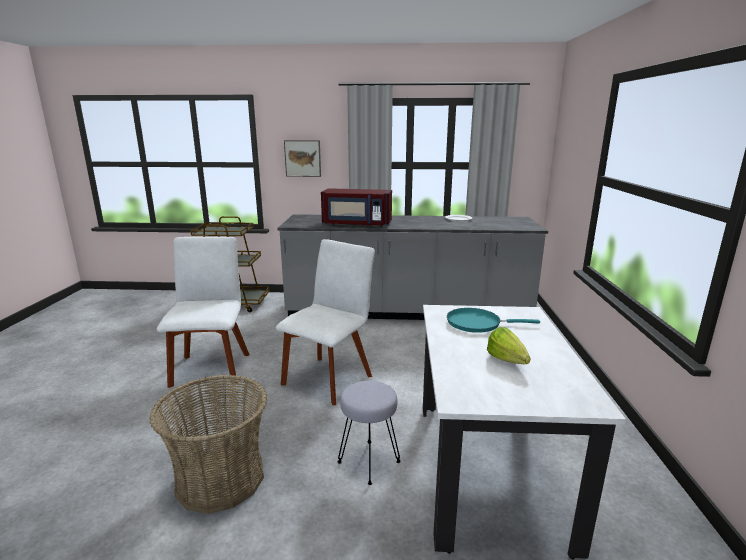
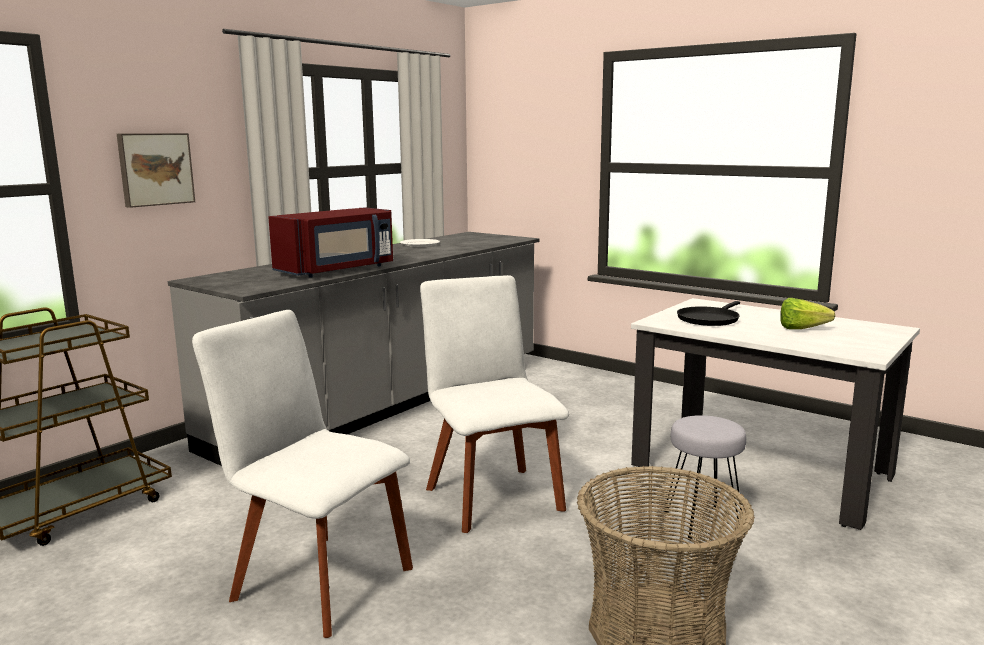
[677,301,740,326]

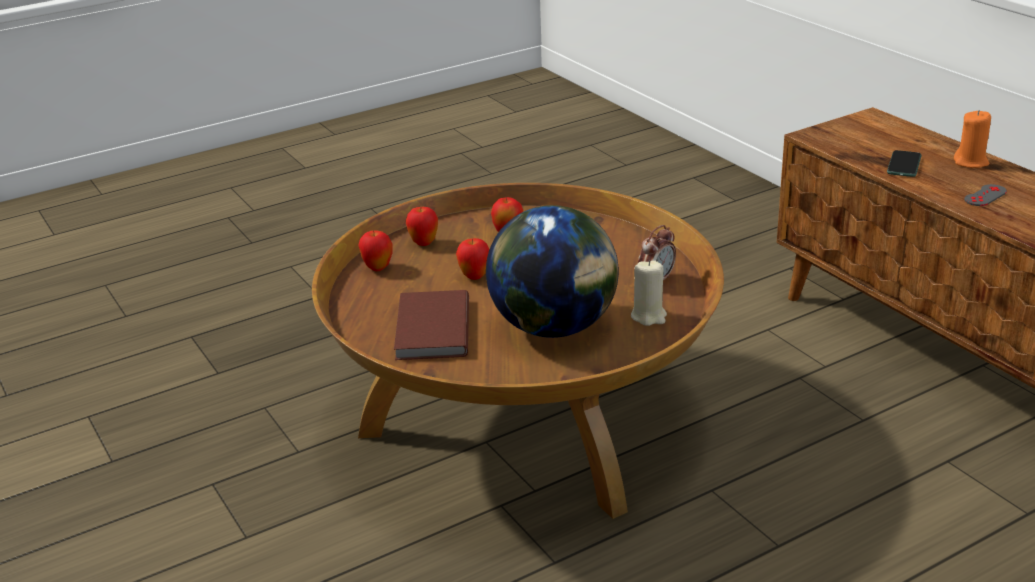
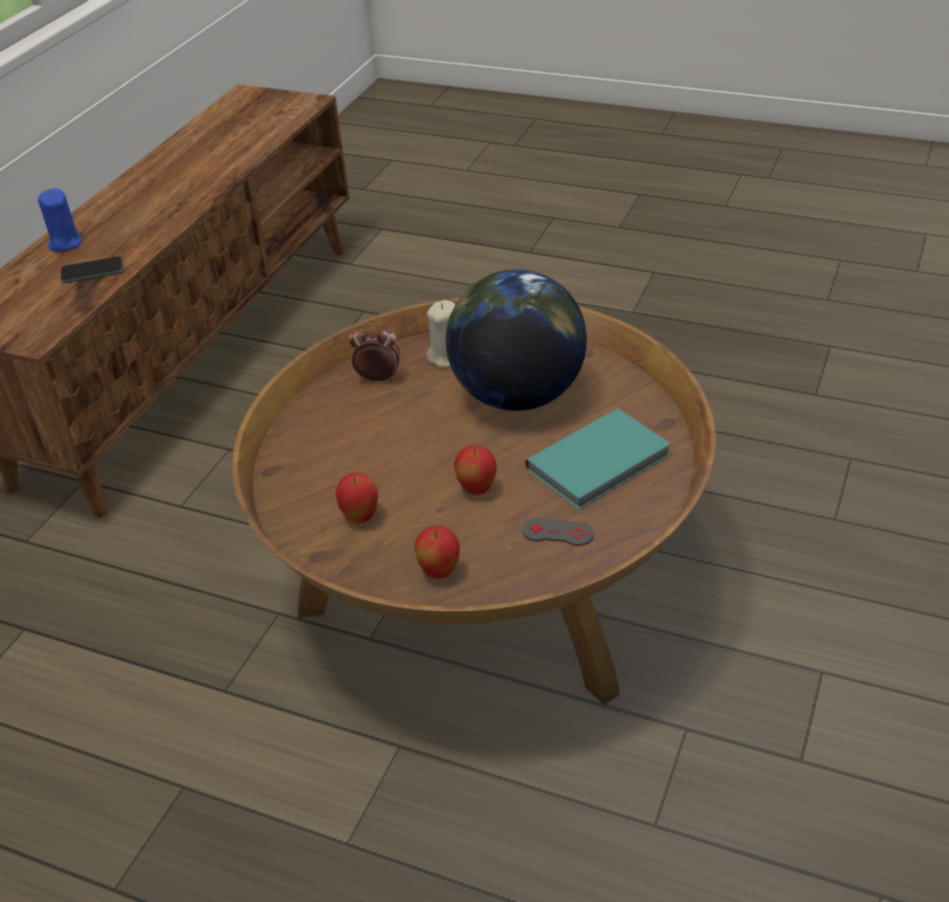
[358,230,393,271] (first image)
[522,518,594,546]
[525,408,671,509]
[38,189,82,252]

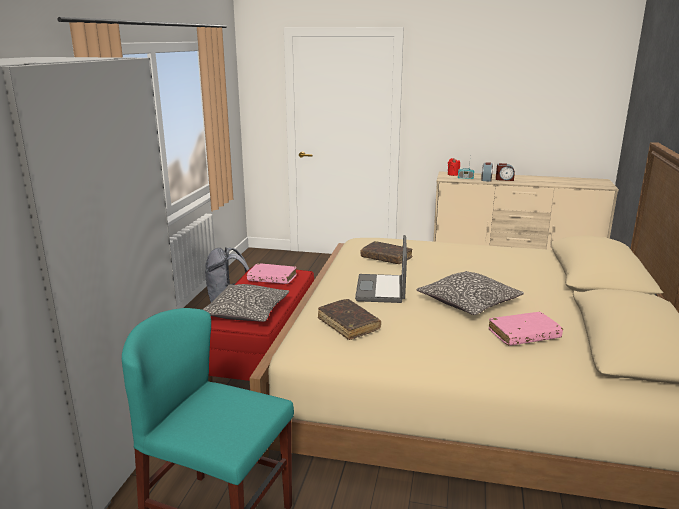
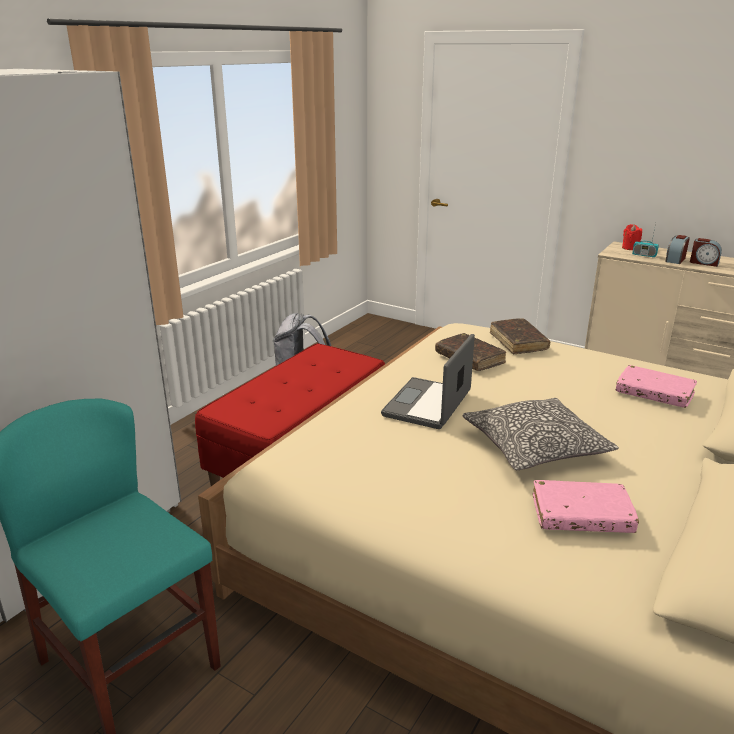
[202,284,289,322] (first image)
[616,365,697,408]
[490,318,550,354]

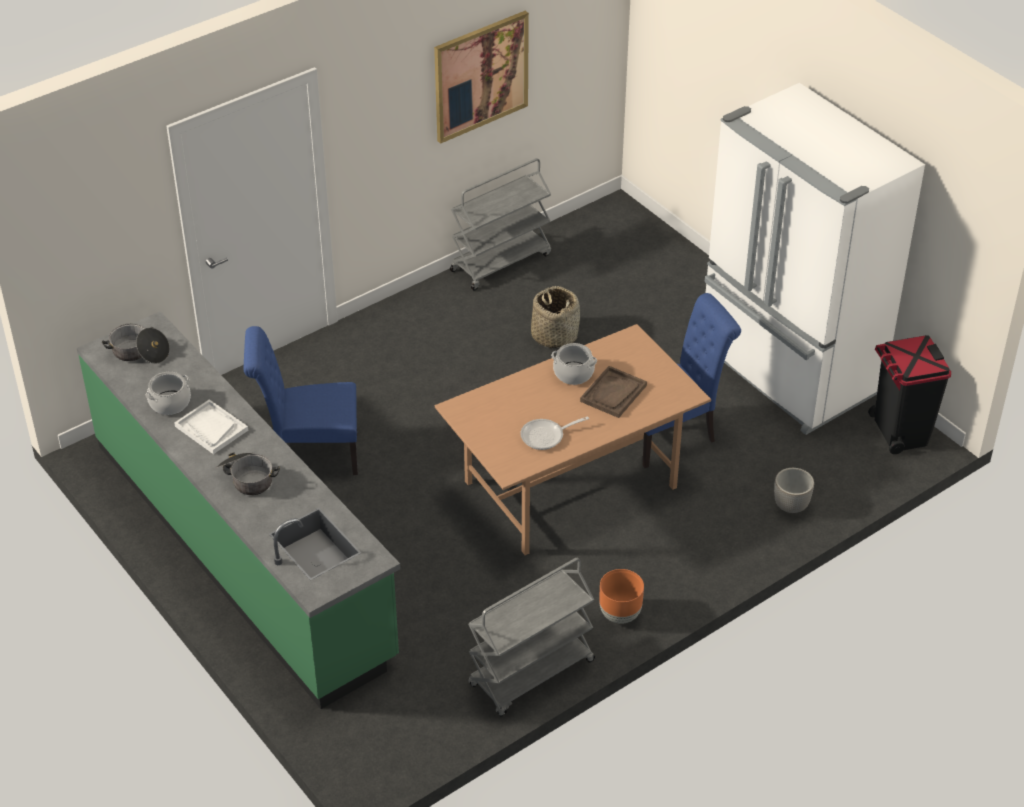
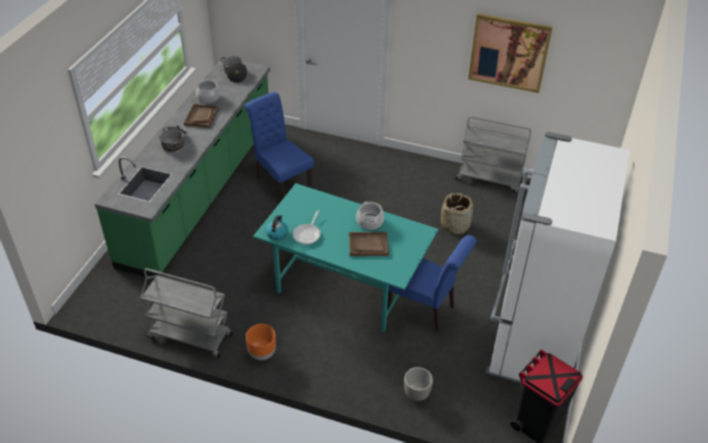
[265,215,288,240]
[184,104,219,128]
[253,183,438,332]
[292,210,321,245]

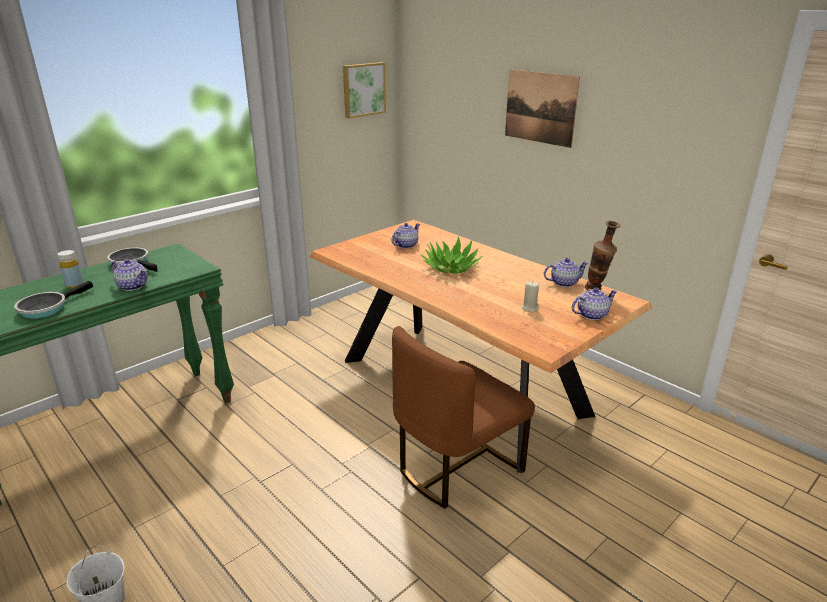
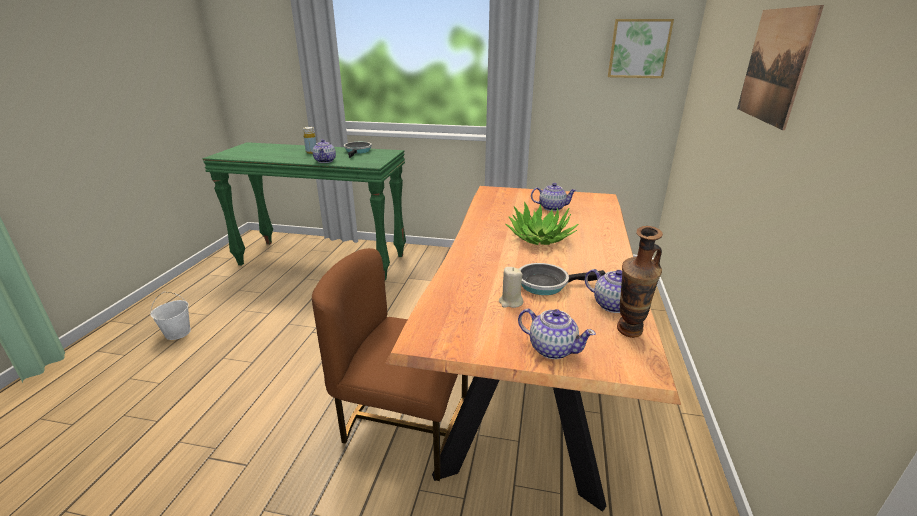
[519,263,606,295]

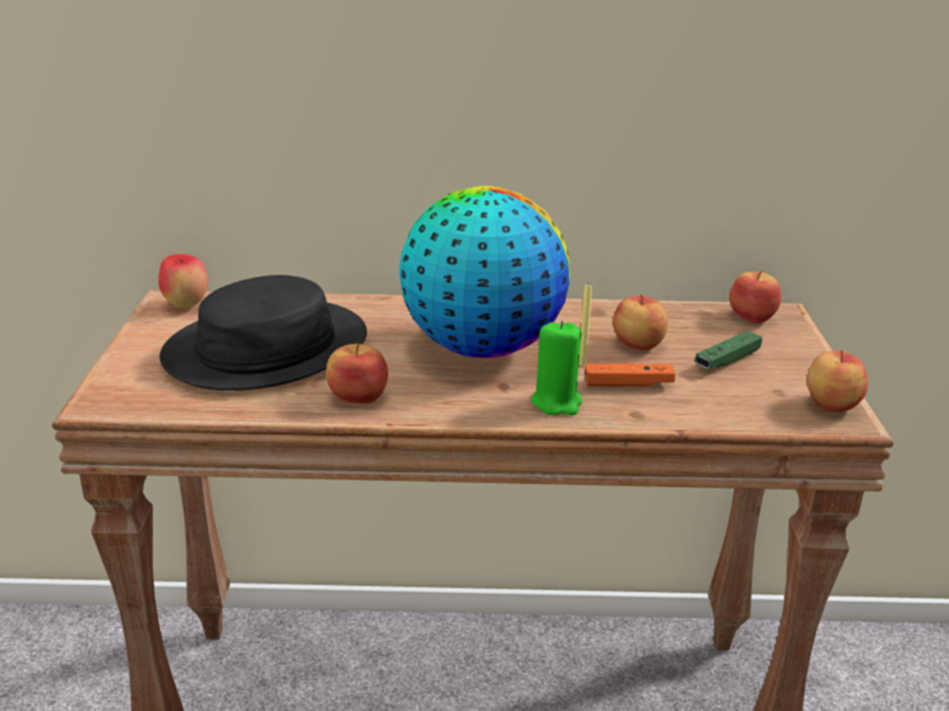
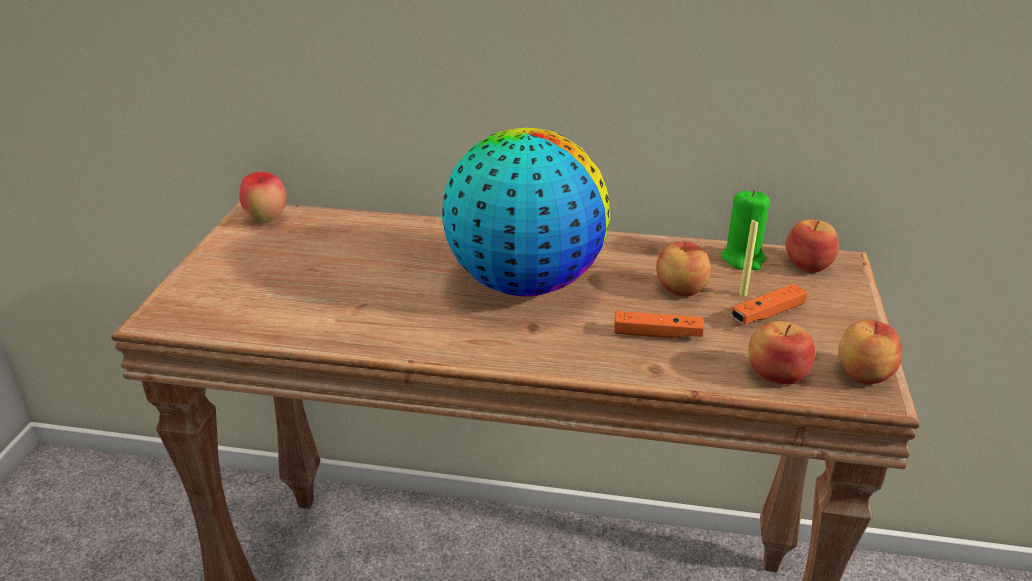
[159,275,367,391] (first image)
[748,321,815,384]
[721,190,770,270]
[739,220,758,296]
[731,284,807,324]

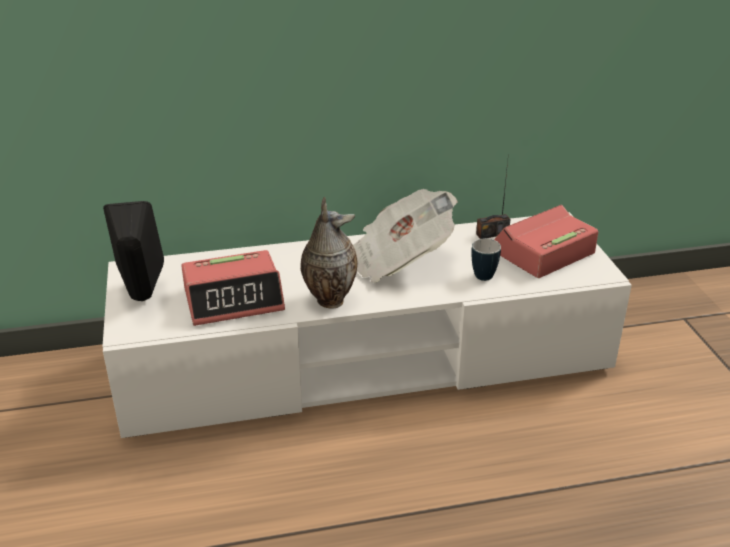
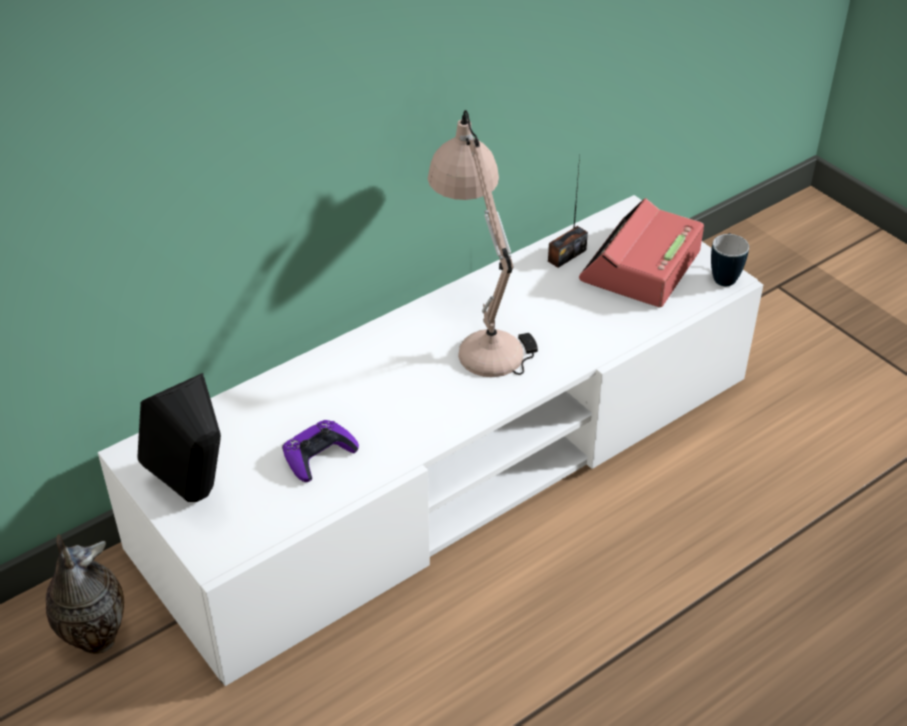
[46,534,124,654]
[711,233,749,286]
[282,420,359,482]
[428,110,538,377]

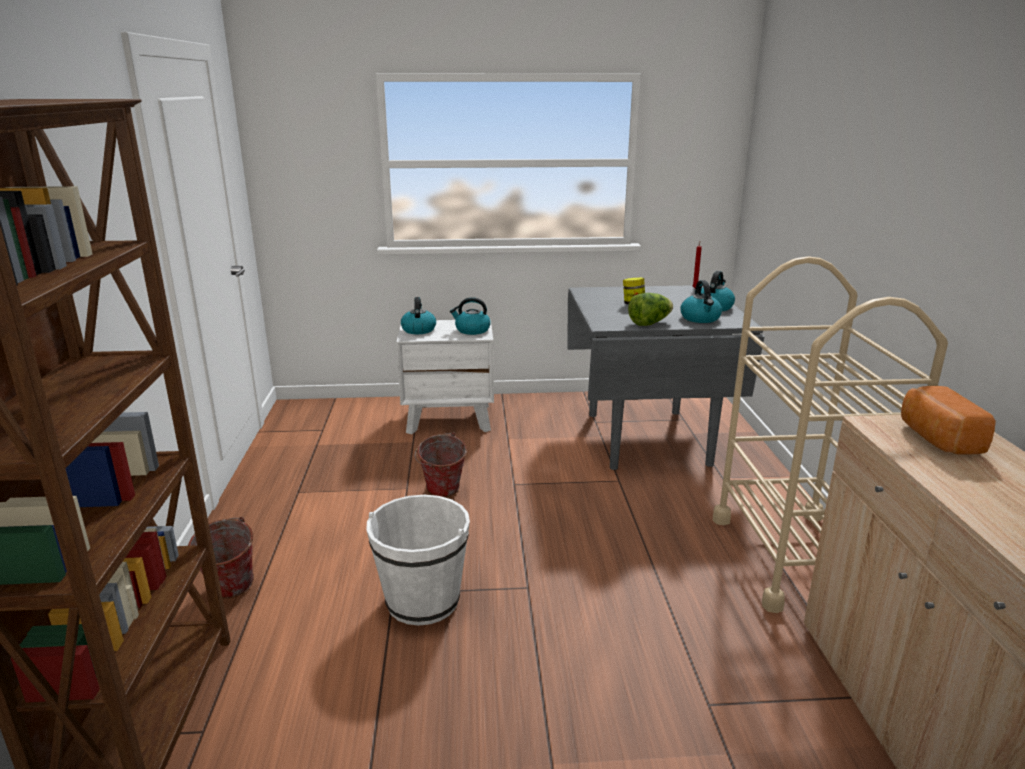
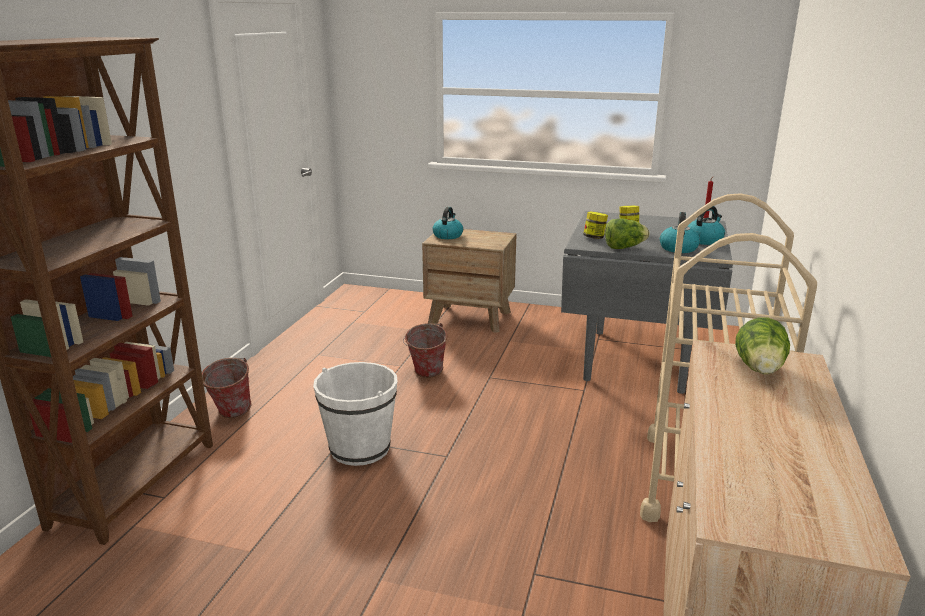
[450,297,491,335] (first image)
[583,212,608,239]
[735,318,790,374]
[422,229,517,333]

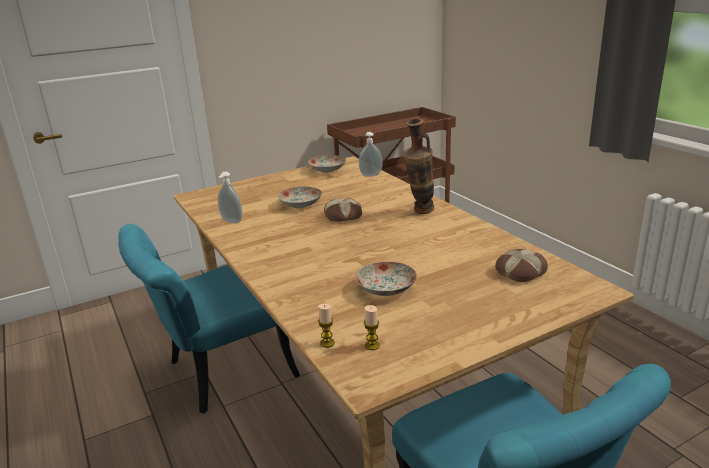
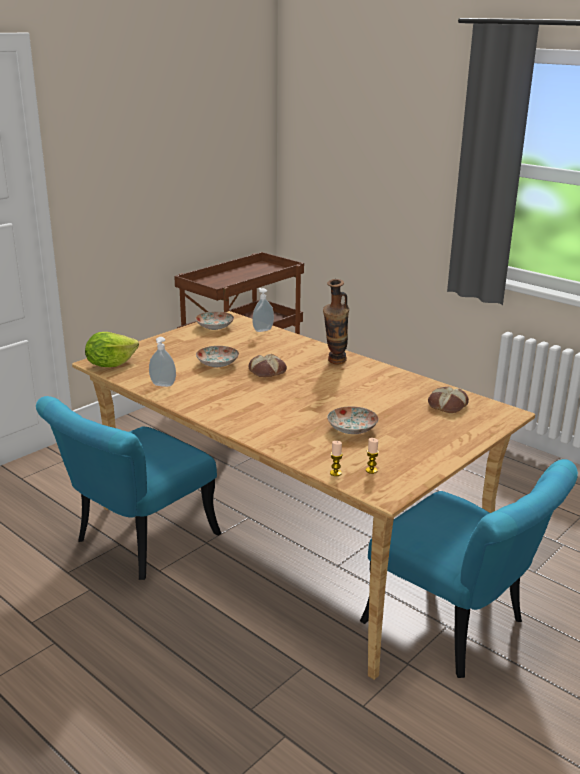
[85,332,139,367]

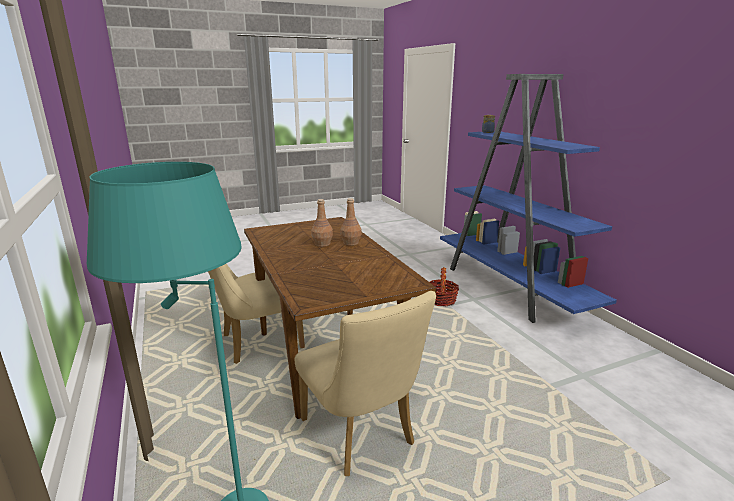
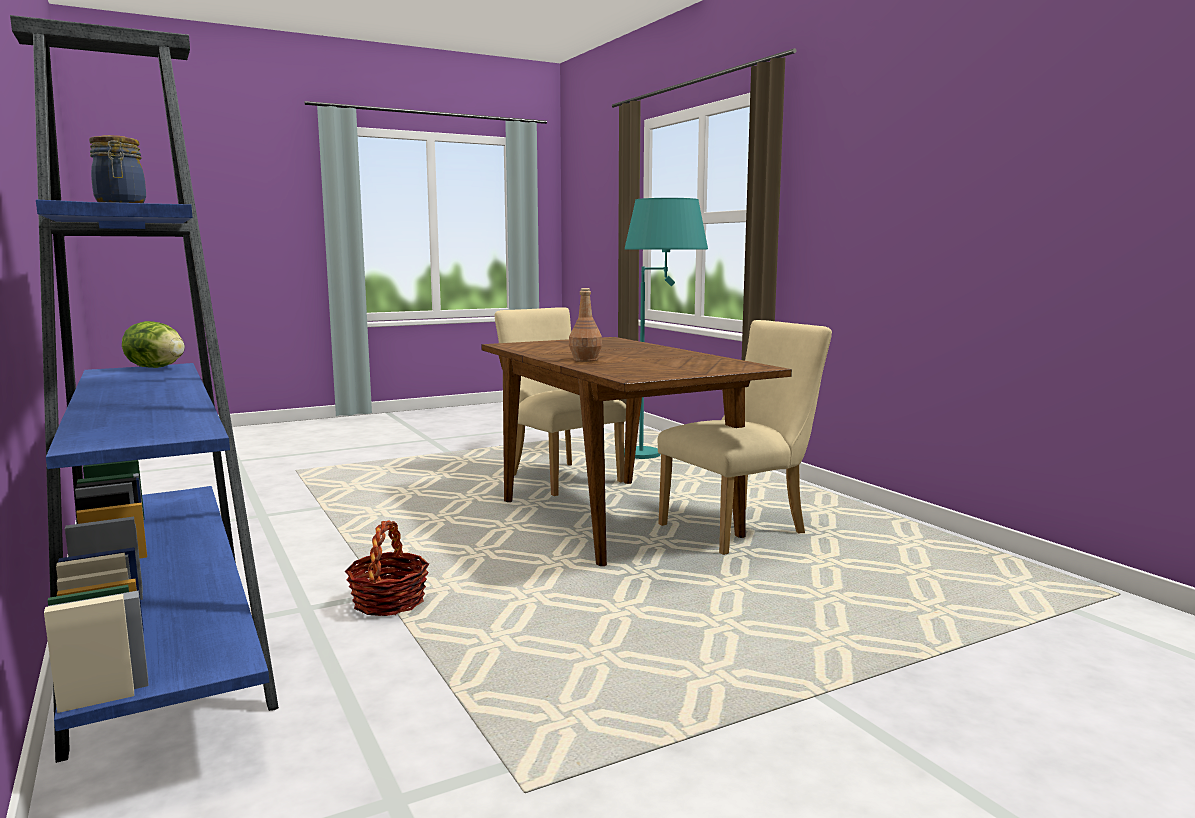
[311,199,333,247] (first image)
[122,321,185,368]

